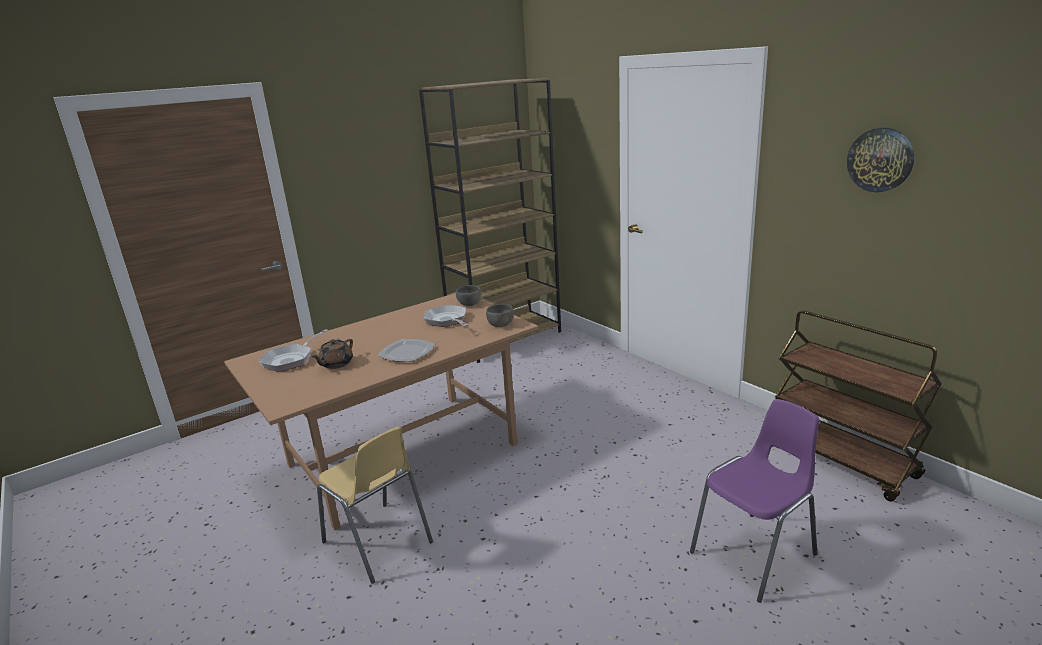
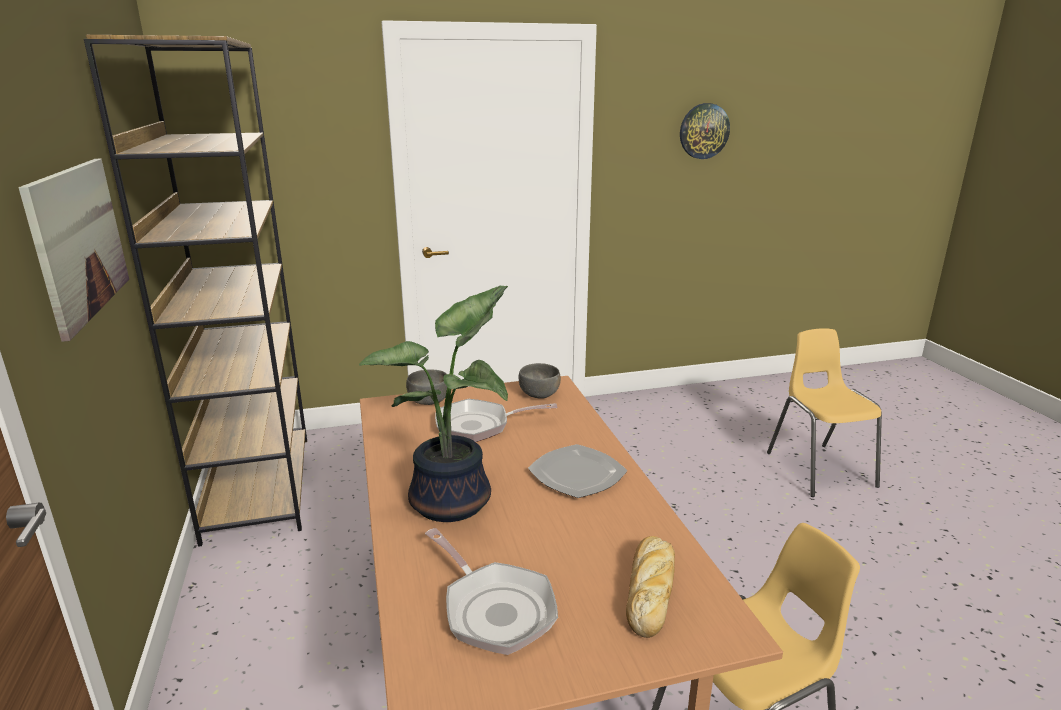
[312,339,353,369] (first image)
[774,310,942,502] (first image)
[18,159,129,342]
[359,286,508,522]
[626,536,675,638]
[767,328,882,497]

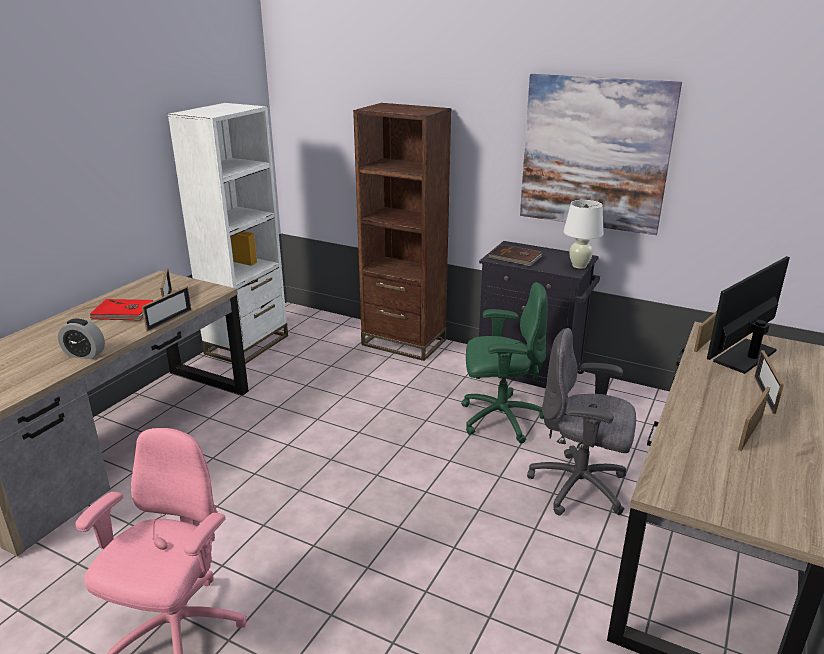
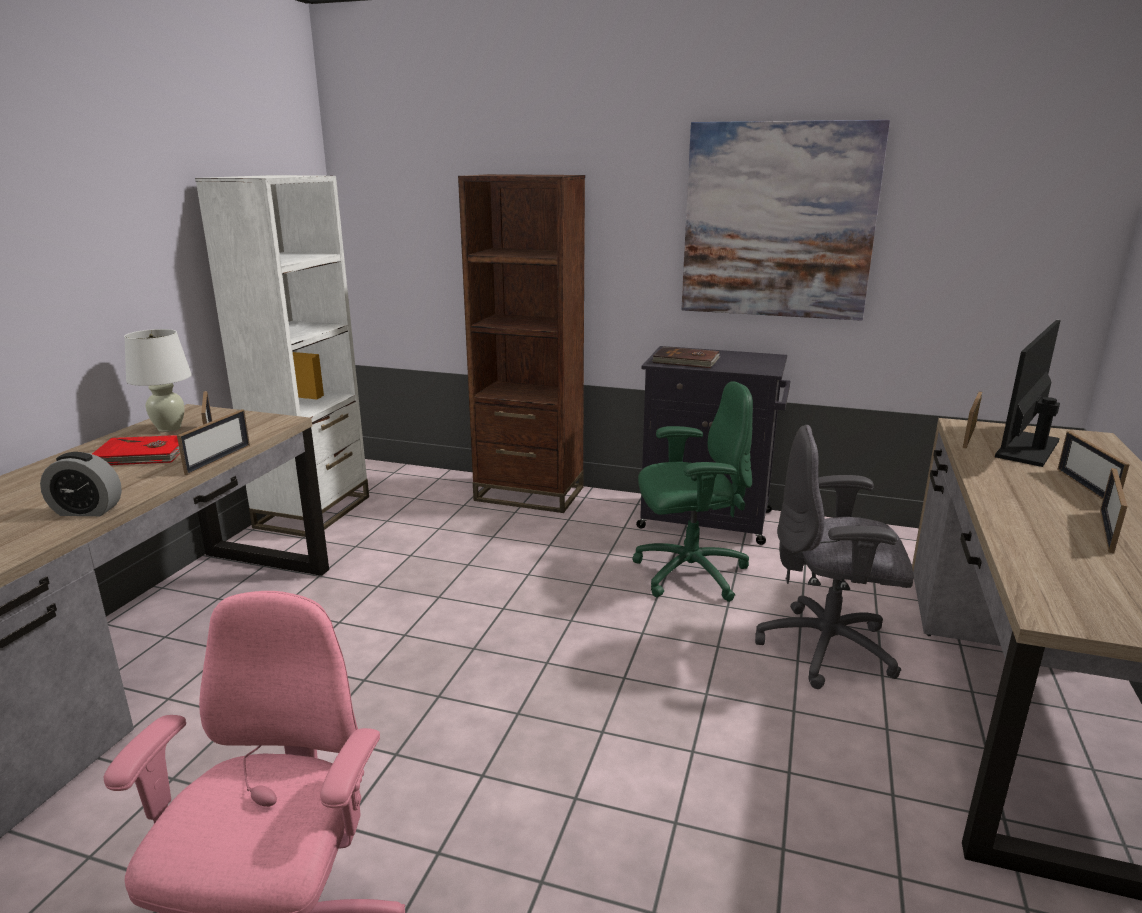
[124,329,192,432]

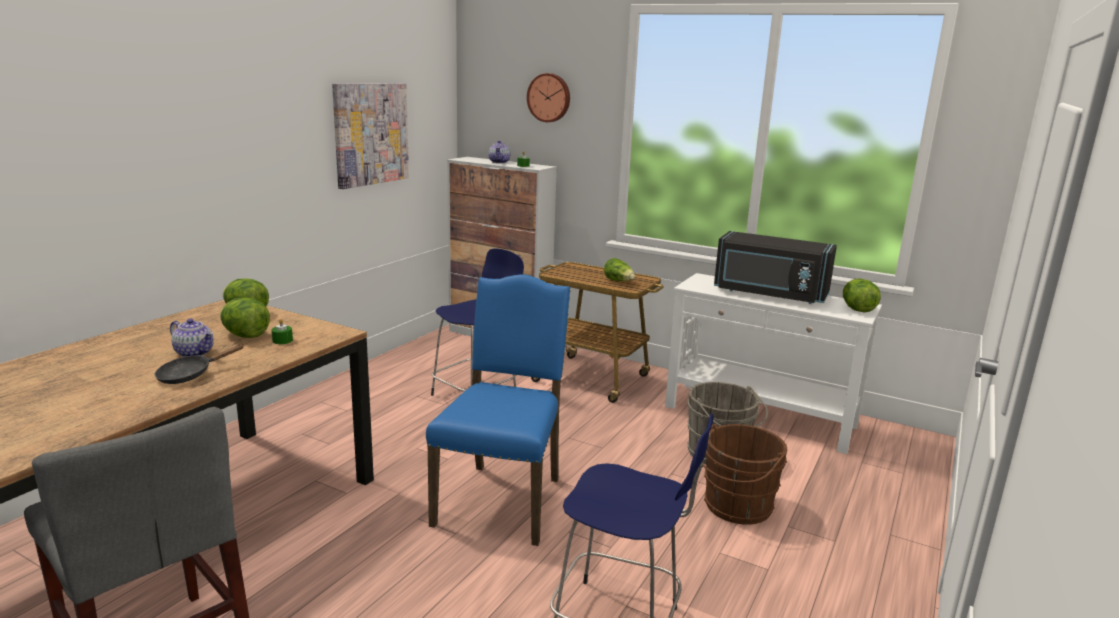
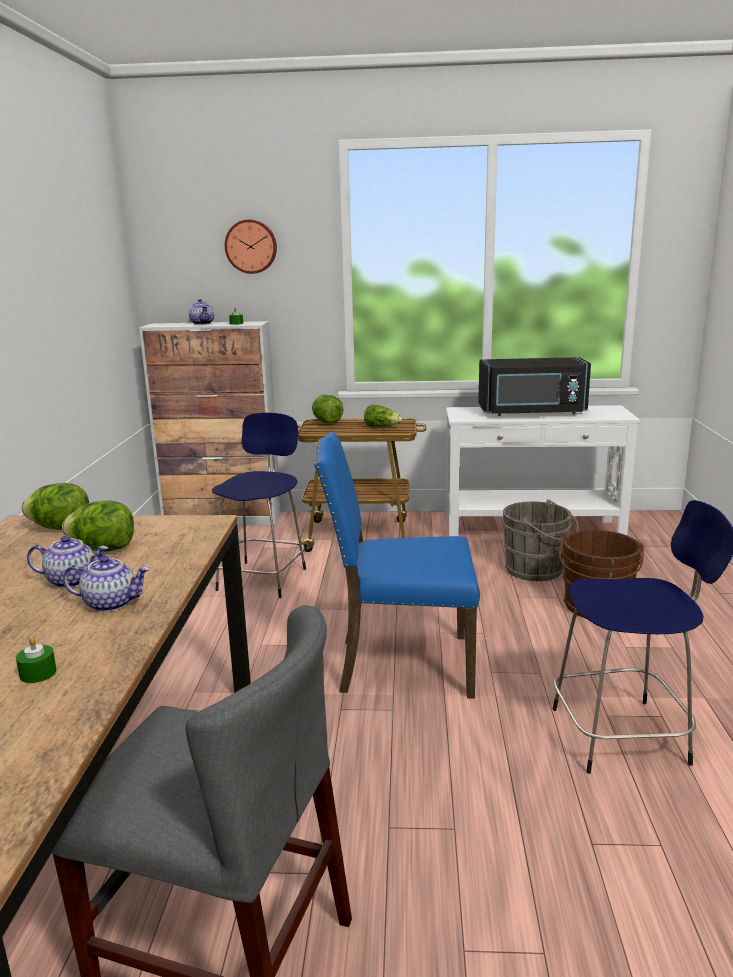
[332,83,409,189] (first image)
[16,637,57,683]
[312,395,344,423]
[63,556,150,612]
[314,432,480,699]

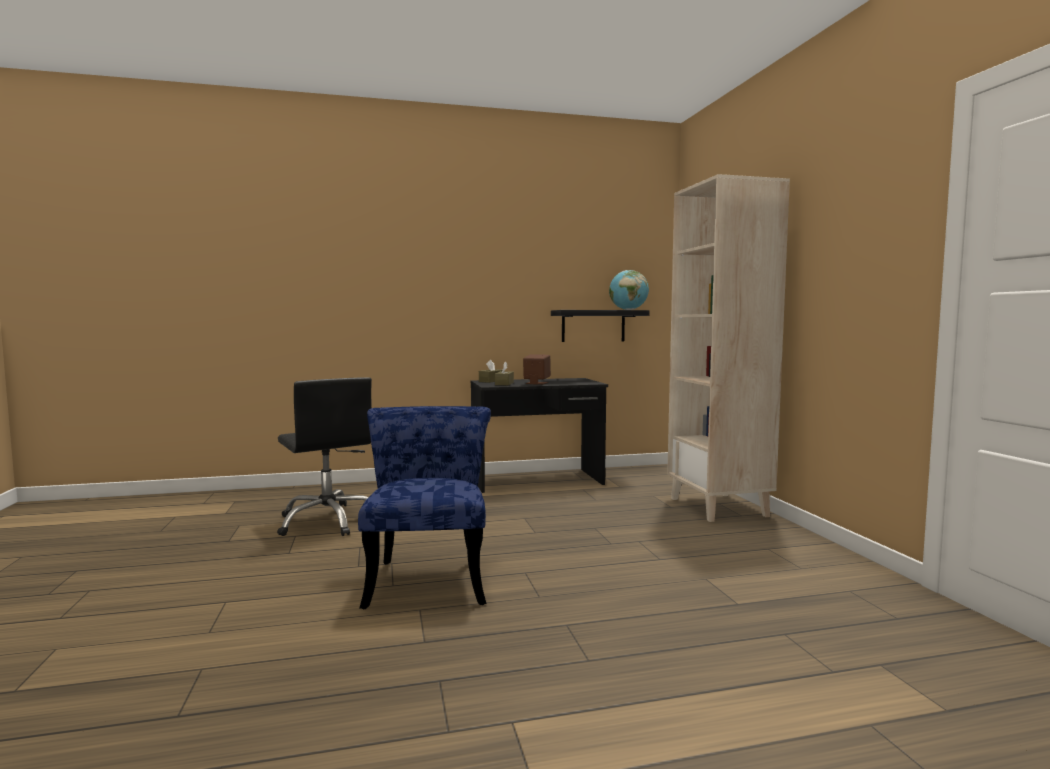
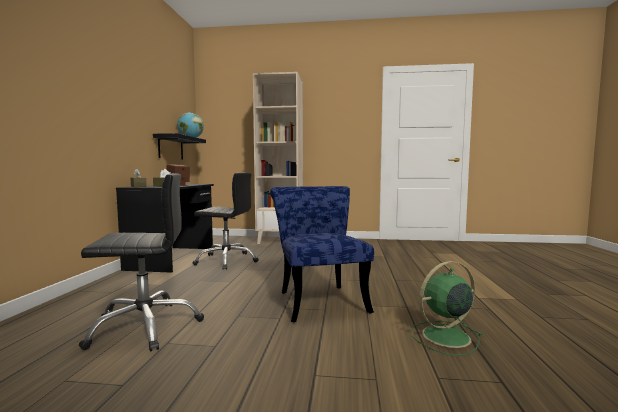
[193,173,259,270]
[410,261,483,356]
[270,186,374,322]

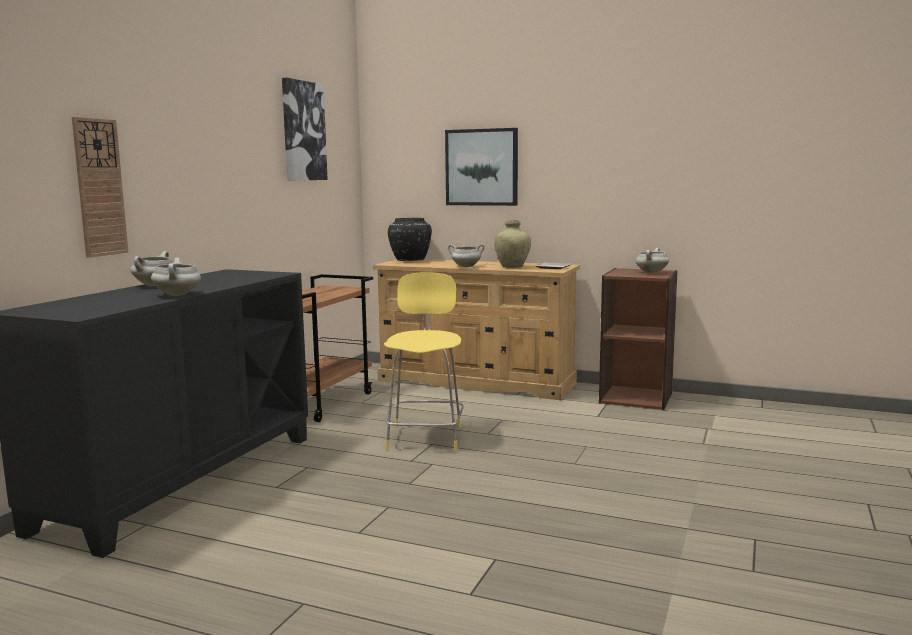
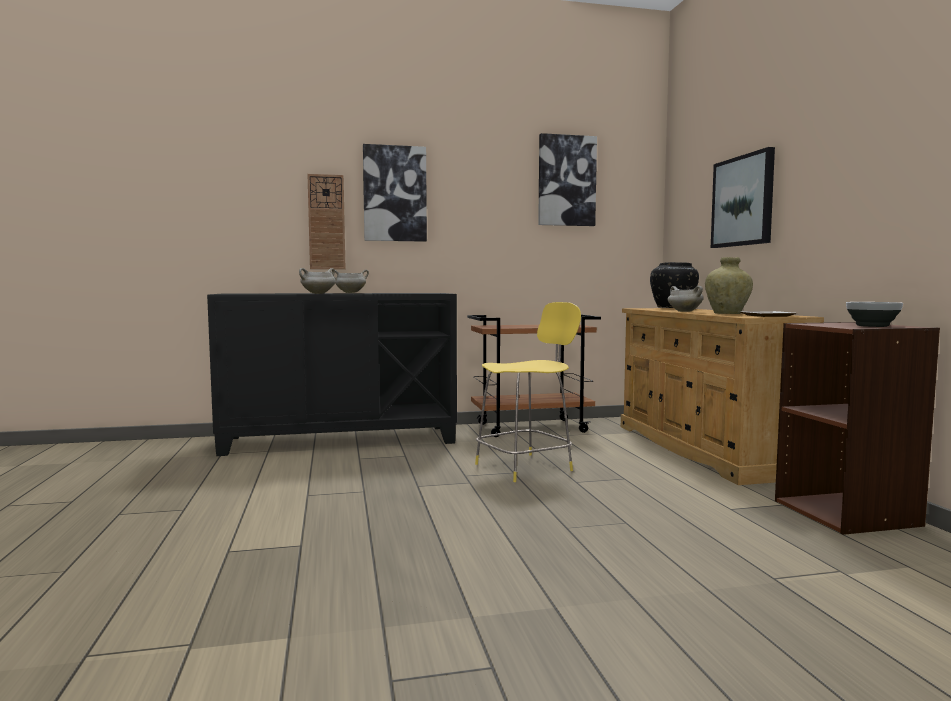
[363,144,427,242]
[846,302,903,327]

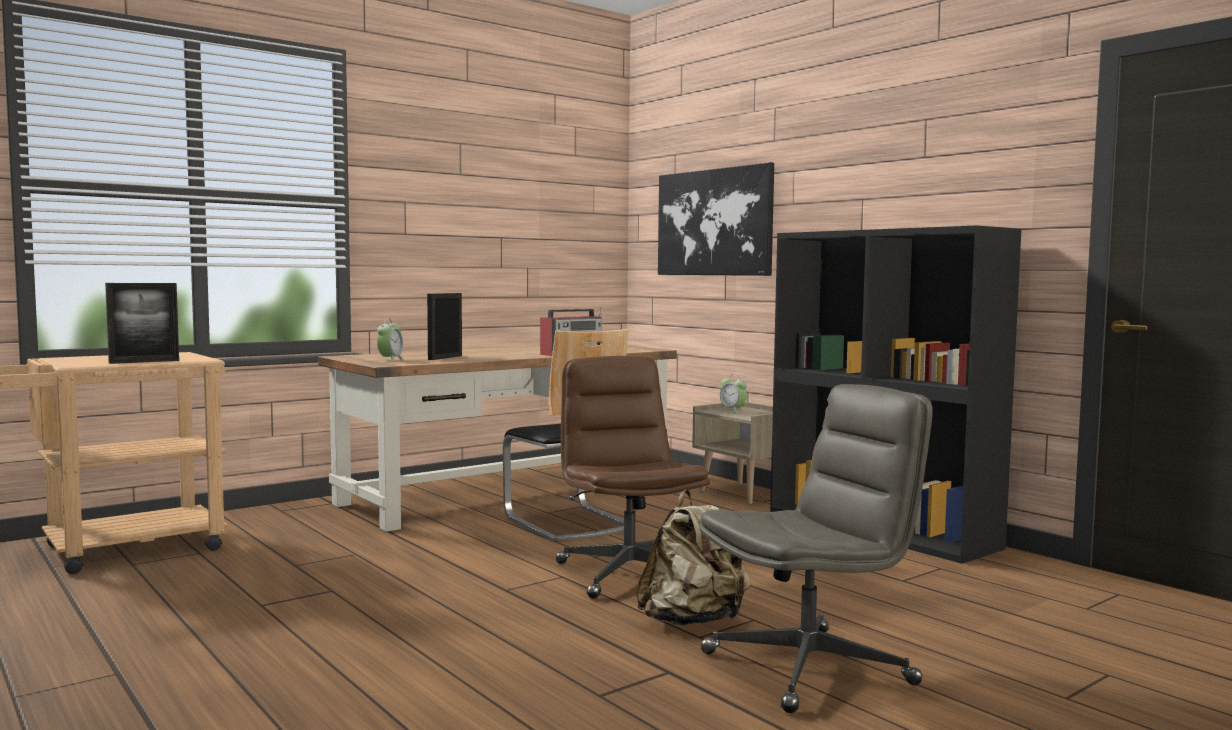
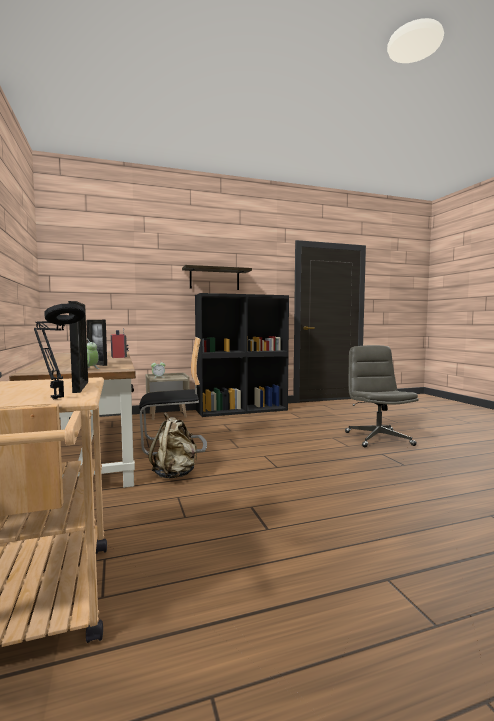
[556,356,710,599] (first image)
[658,162,774,276] (first image)
[34,303,85,399]
[182,265,252,290]
[148,412,197,478]

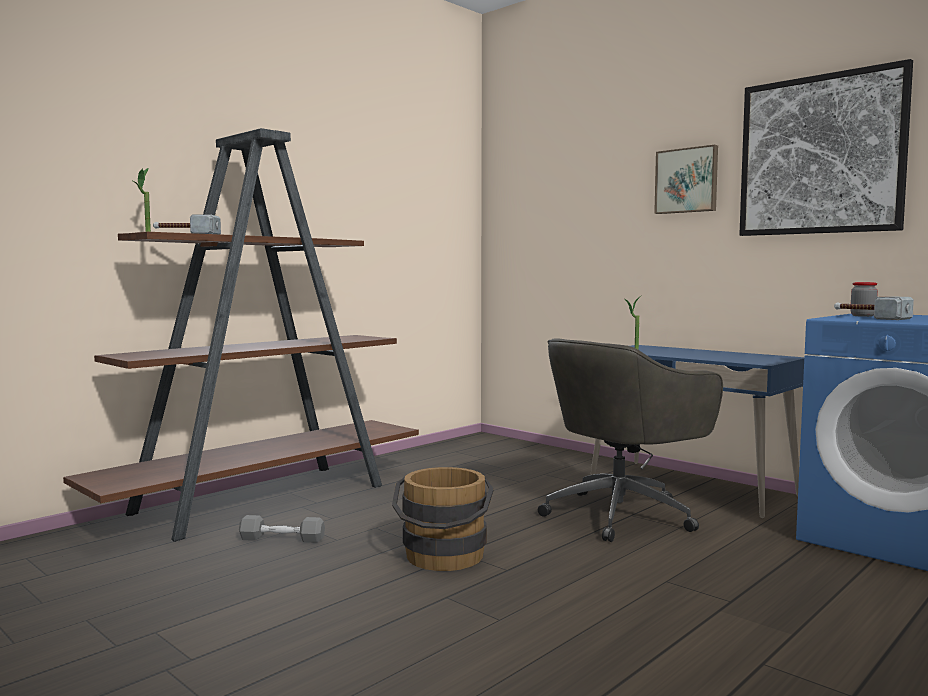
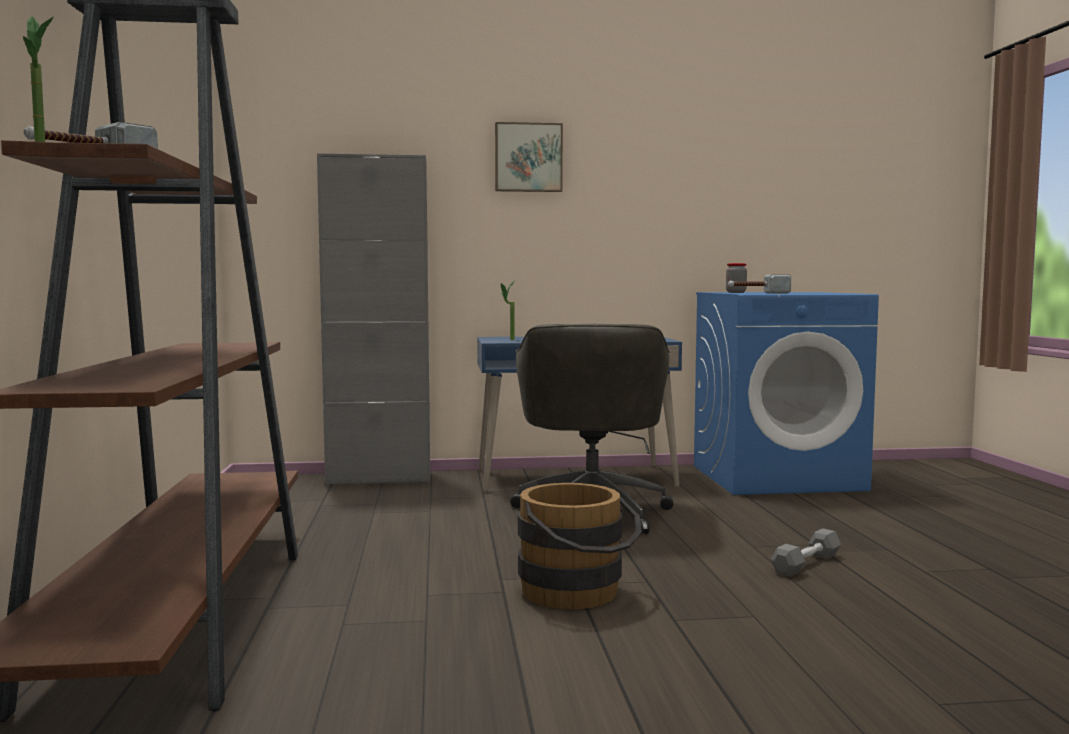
[739,59,913,236] (first image)
[317,153,430,486]
[771,528,841,577]

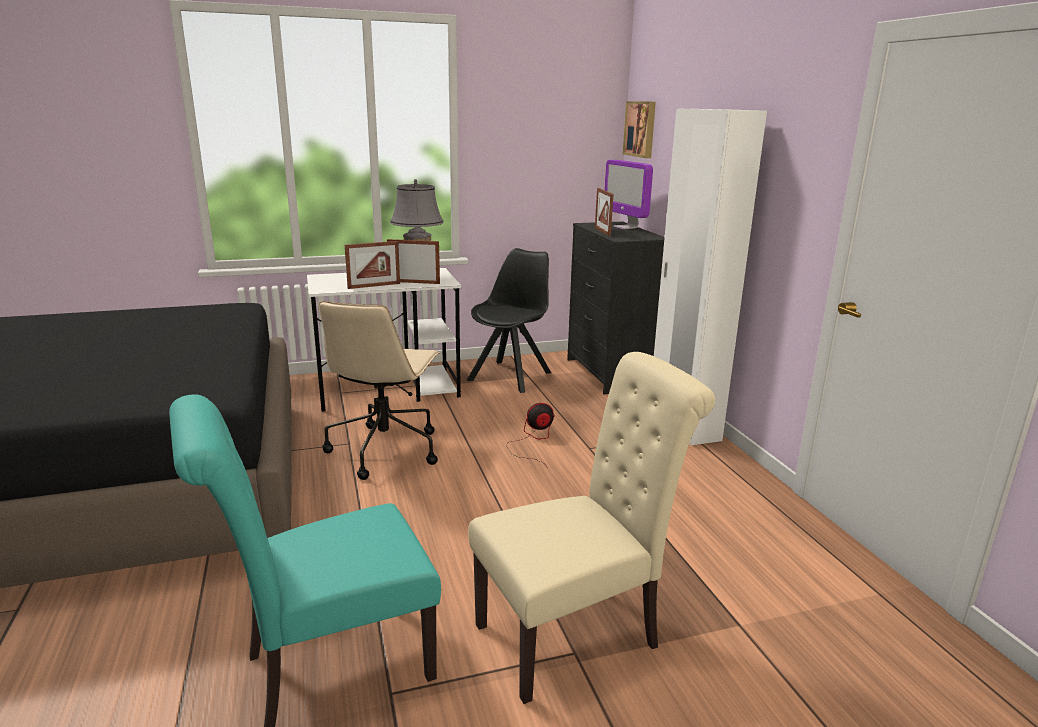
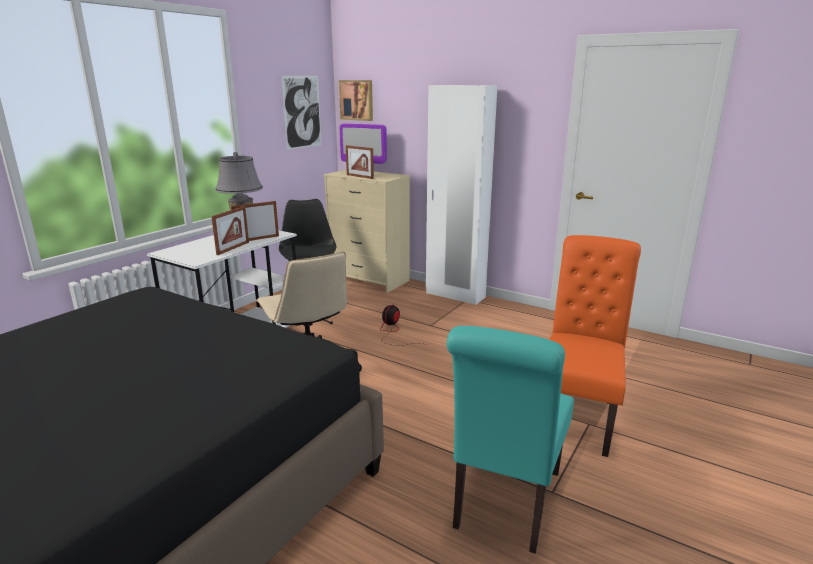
[281,76,322,150]
[549,235,641,457]
[324,170,411,293]

